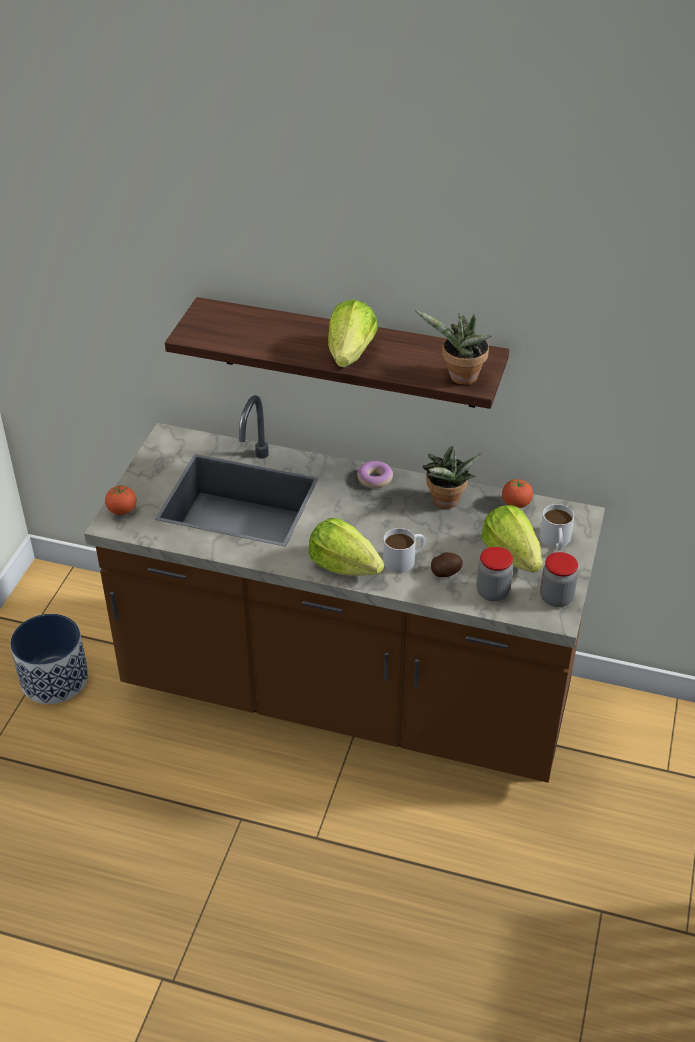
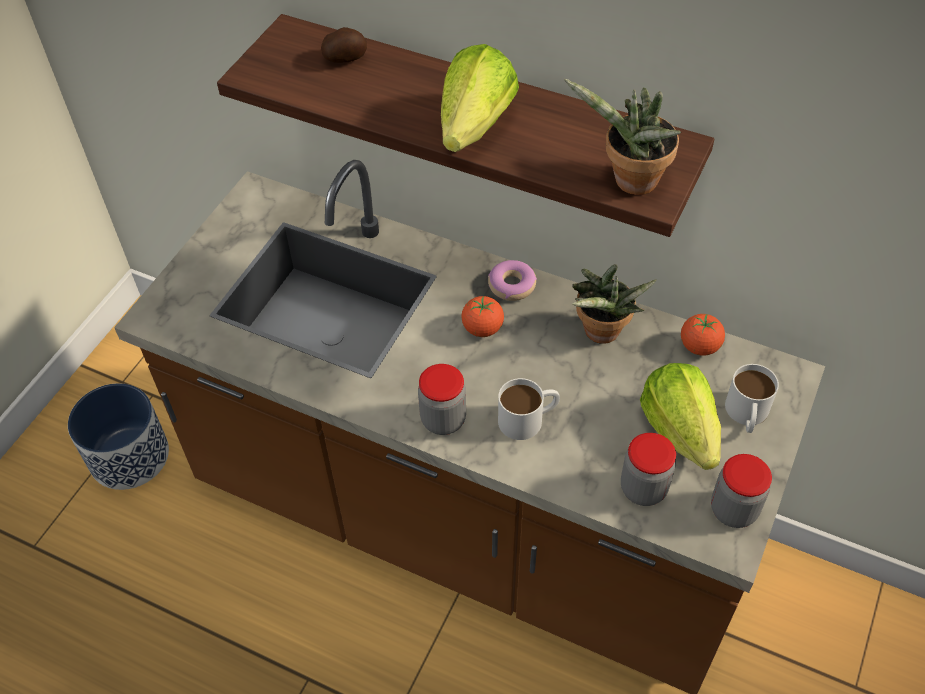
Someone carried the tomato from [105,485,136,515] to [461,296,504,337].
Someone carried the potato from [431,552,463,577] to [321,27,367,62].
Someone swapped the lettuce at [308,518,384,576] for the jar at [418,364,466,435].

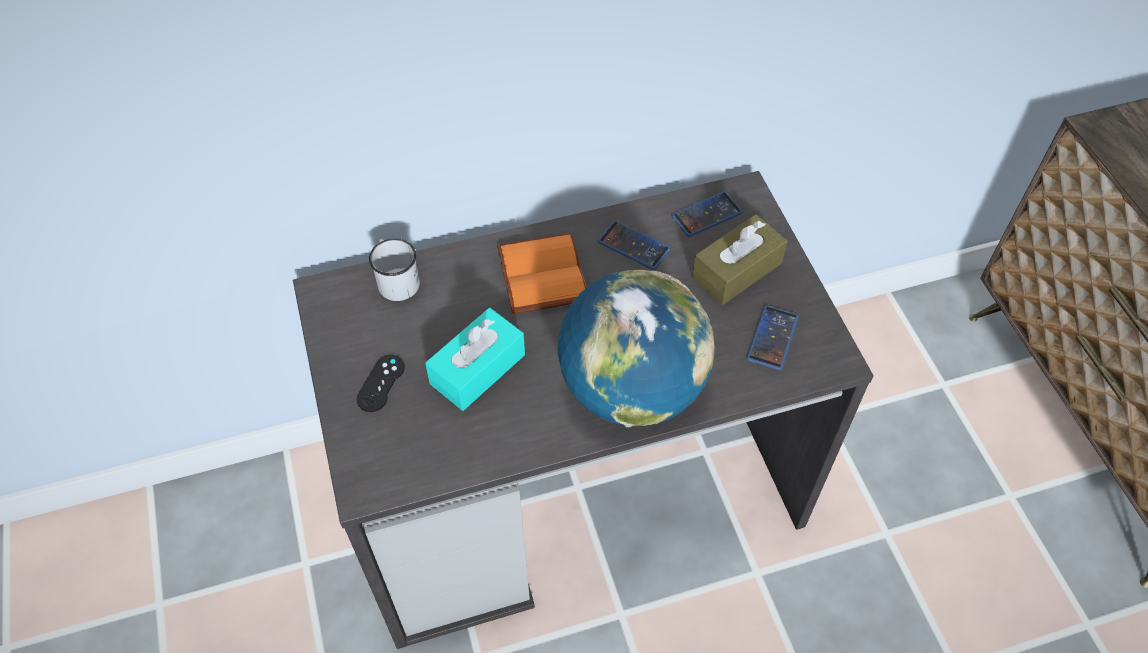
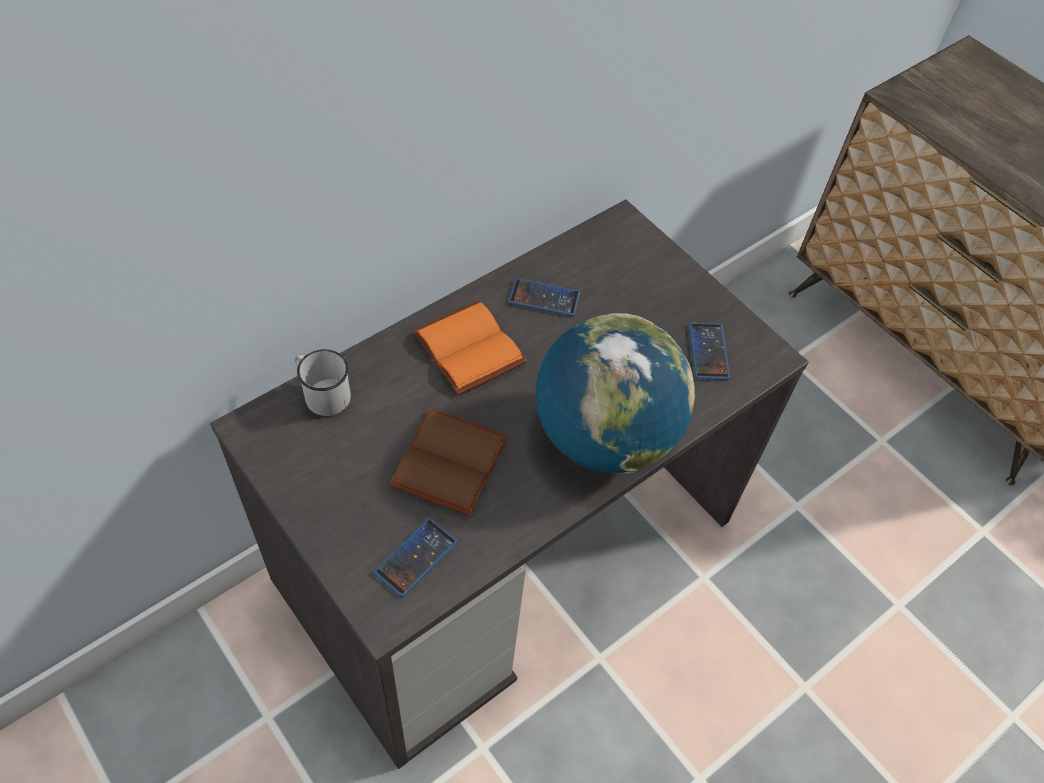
Someone took away the black game controller at [356,355,405,412].
Someone took away the brown tissue box at [692,215,788,305].
Someone carried the phone from [671,191,743,237] to [373,518,458,598].
Someone swapped the turquoise tissue box at [425,308,525,411] for the brown book at [389,409,508,516].

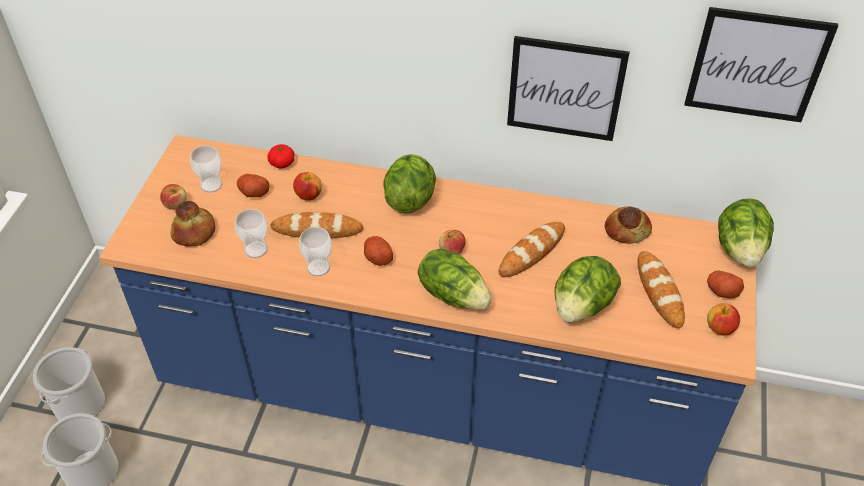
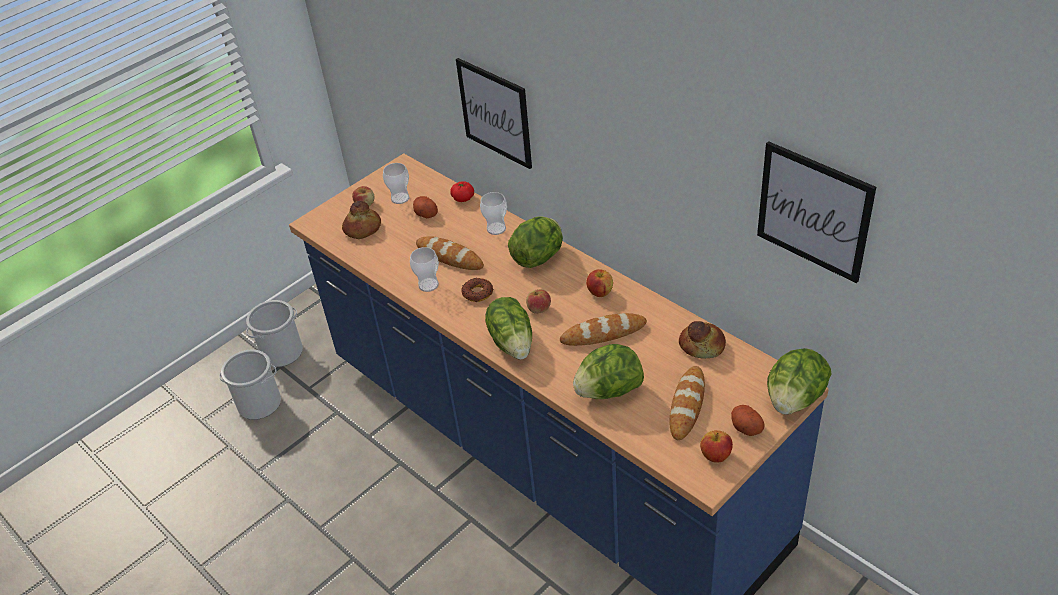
Someone carried the cup from [235,209,268,258] to [480,192,507,235].
Someone carried the apple from [293,172,322,201] to [586,269,613,297].
Someone carried the picture from [507,36,630,141] to [456,58,532,169].
Someone swapped the potato at [364,236,393,266] for the donut at [461,278,493,302].

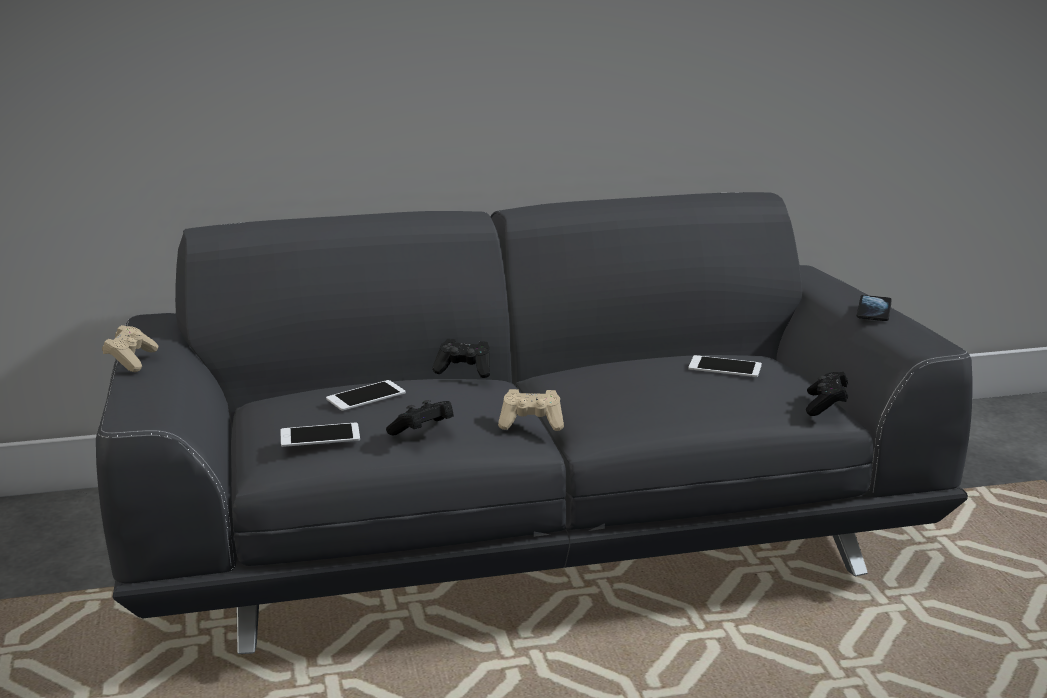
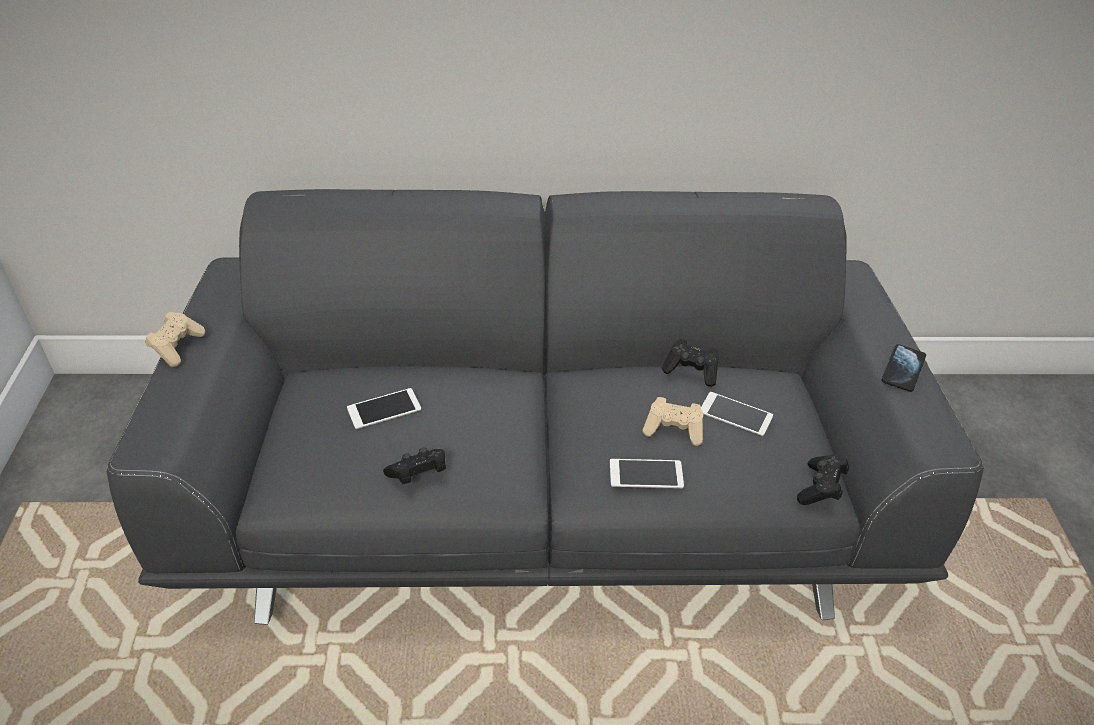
Someone carried the phone from [280,423,360,447] to [610,459,684,488].
Someone carried the black game controller from [432,339,490,378] to [662,339,719,387].
Someone carried the beige game controller from [498,389,564,431] to [642,397,703,446].

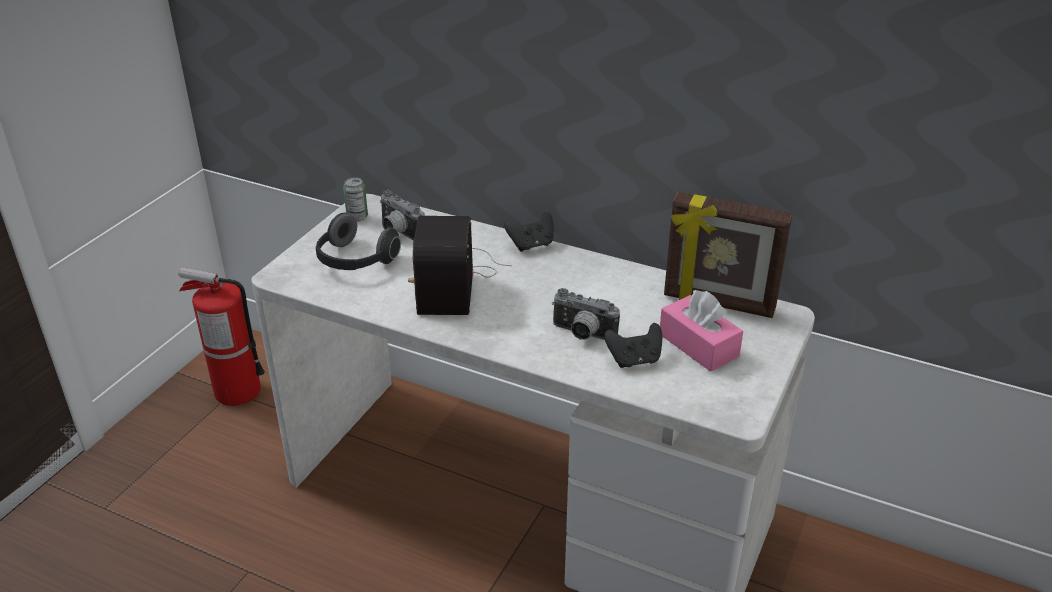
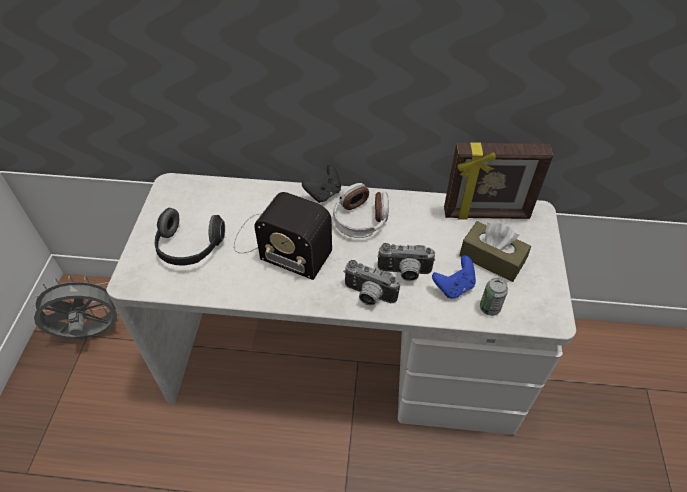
Someone put down the headphones at [333,183,389,238].
Someone carried the can from [343,177,368,221] to [480,278,508,316].
Someone carried the photo camera from [379,190,425,240] to [343,260,400,306].
Someone swapped the fire extinguisher at [178,267,265,406] for the grey fan at [30,276,117,339].
Someone repainted the black game controller at [604,323,662,368], which became the blue game controller at [432,255,476,299].
Someone repainted the pink tissue box at [660,290,743,372], which became the brown tissue box at [459,221,531,282].
Someone rotated the radio at [408,216,512,315] by 45 degrees counterclockwise.

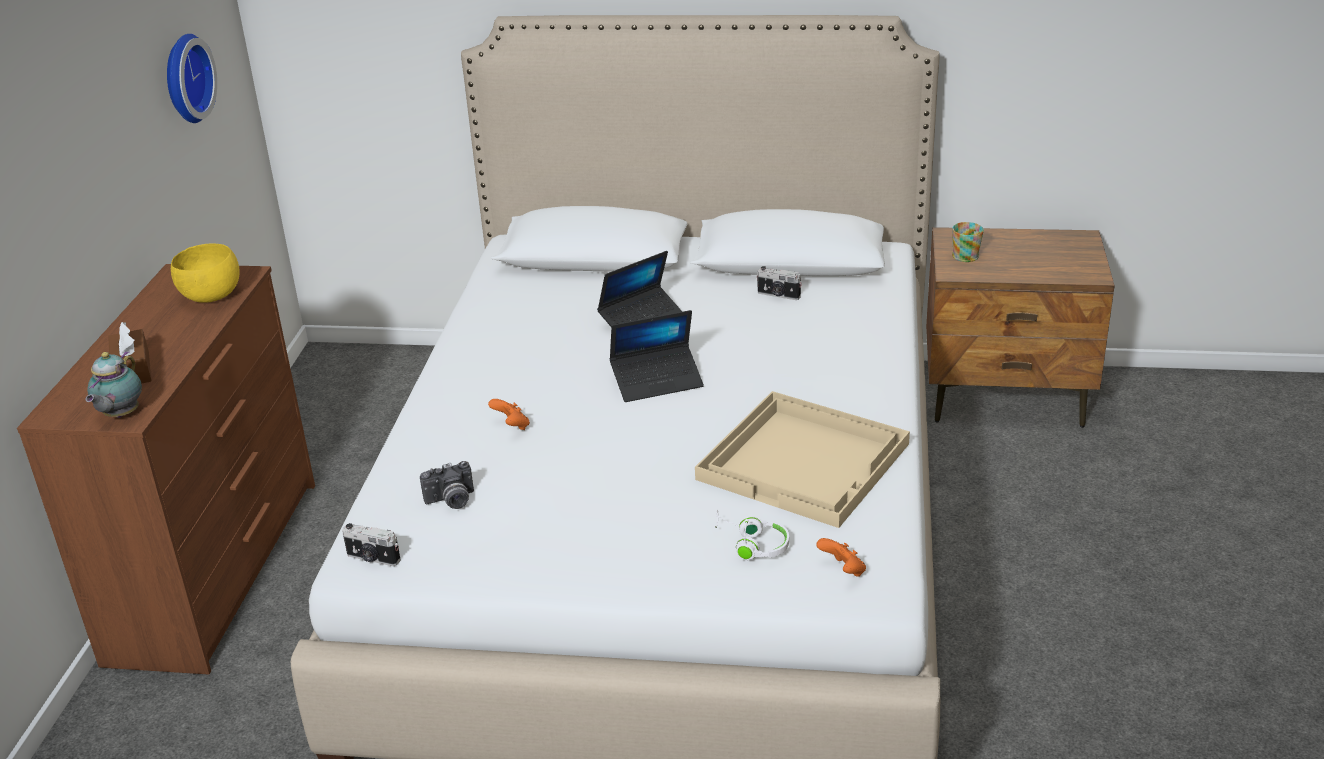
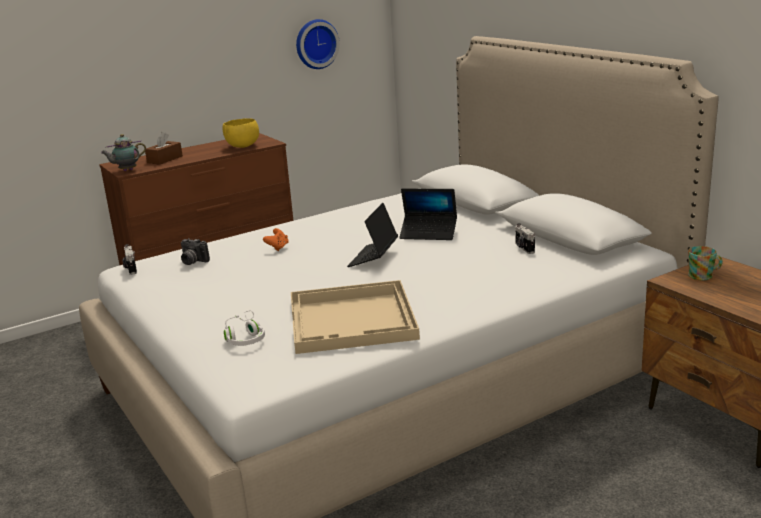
Someone took away the orange game controller at [816,538,866,577].
Someone rotated the laptop at [610,310,704,402] by 75 degrees clockwise.

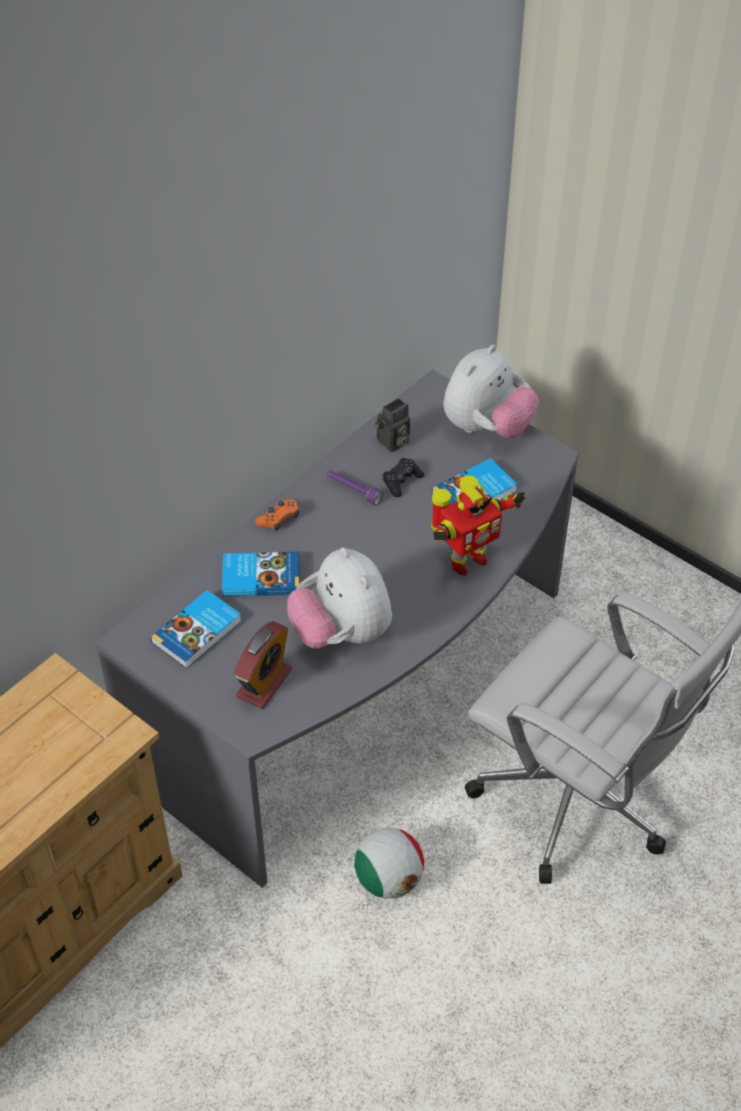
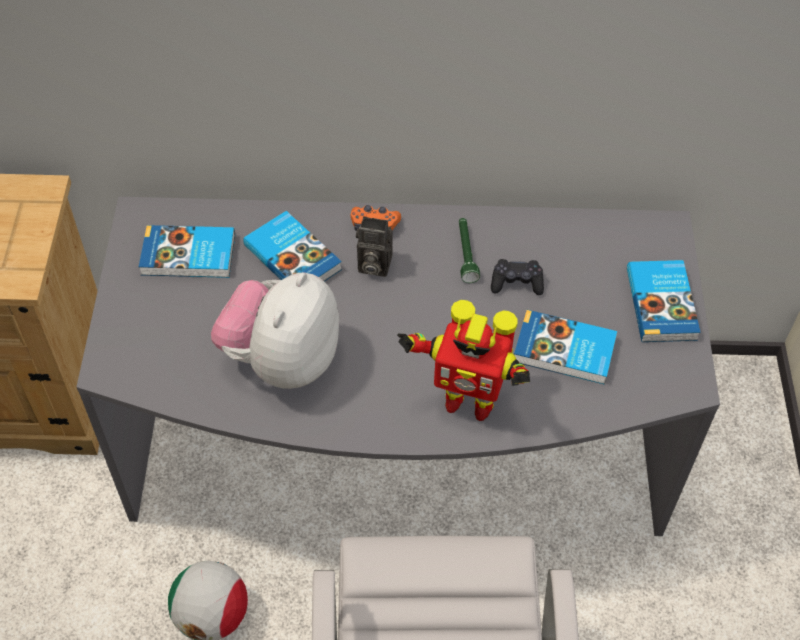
Someone took away the alarm clock at [234,621,292,709].
Someone carried the photo camera from [375,398,410,452] to [356,216,393,277].
Someone swapped the plush toy at [443,345,539,438] for the book at [627,260,701,342].
Someone repainted the purple flashlight at [327,470,383,505], which became the green flashlight at [459,218,480,283].

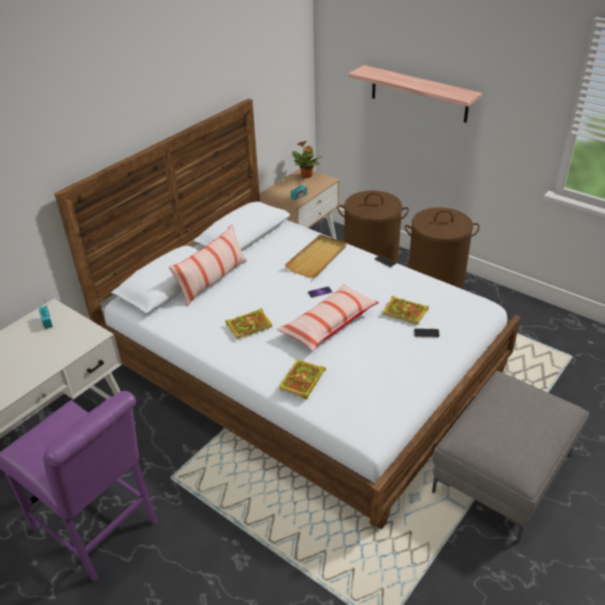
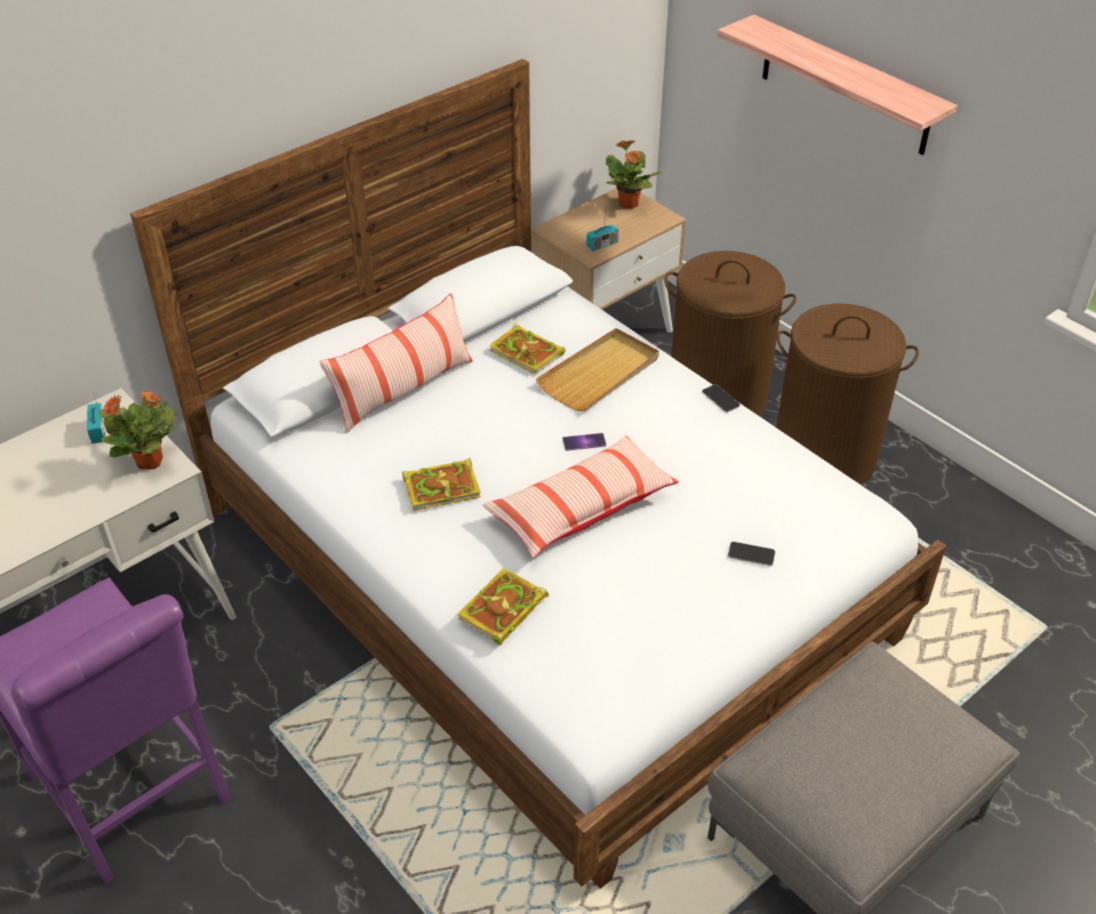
Someone put down the potted plant at [99,391,177,470].
Someone carried the book from [382,296,429,325] to [489,324,565,375].

